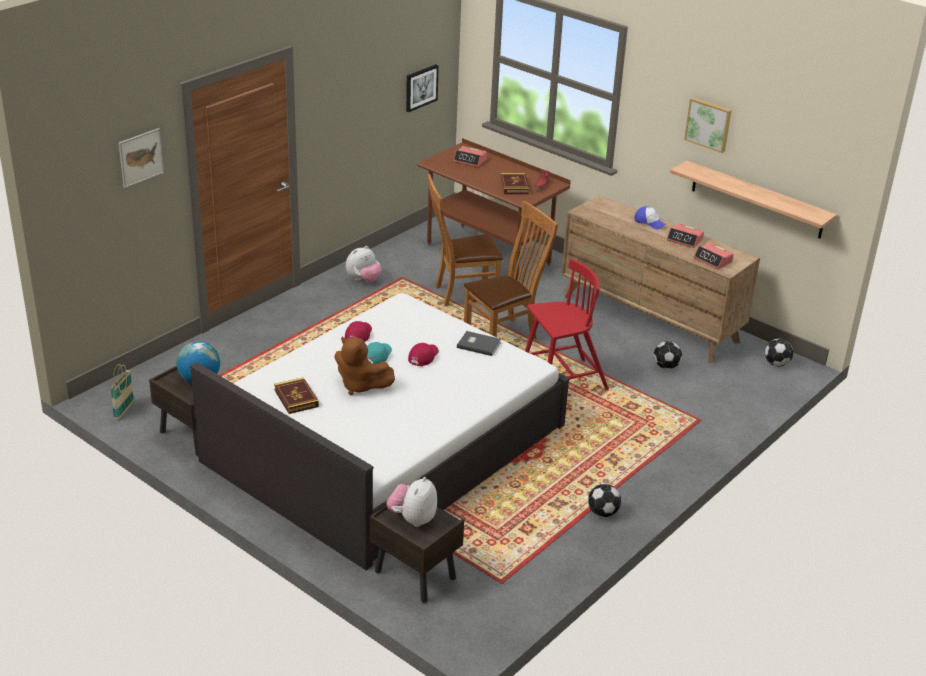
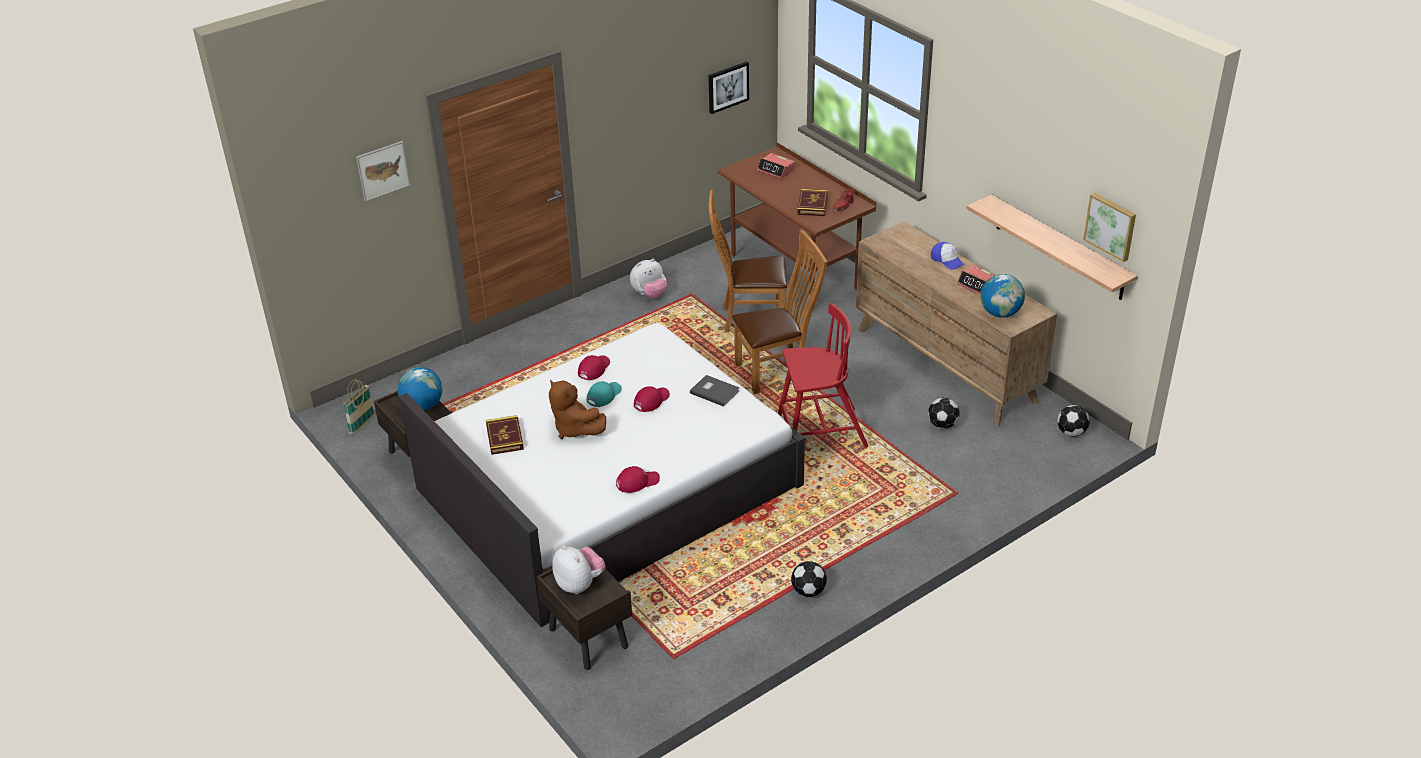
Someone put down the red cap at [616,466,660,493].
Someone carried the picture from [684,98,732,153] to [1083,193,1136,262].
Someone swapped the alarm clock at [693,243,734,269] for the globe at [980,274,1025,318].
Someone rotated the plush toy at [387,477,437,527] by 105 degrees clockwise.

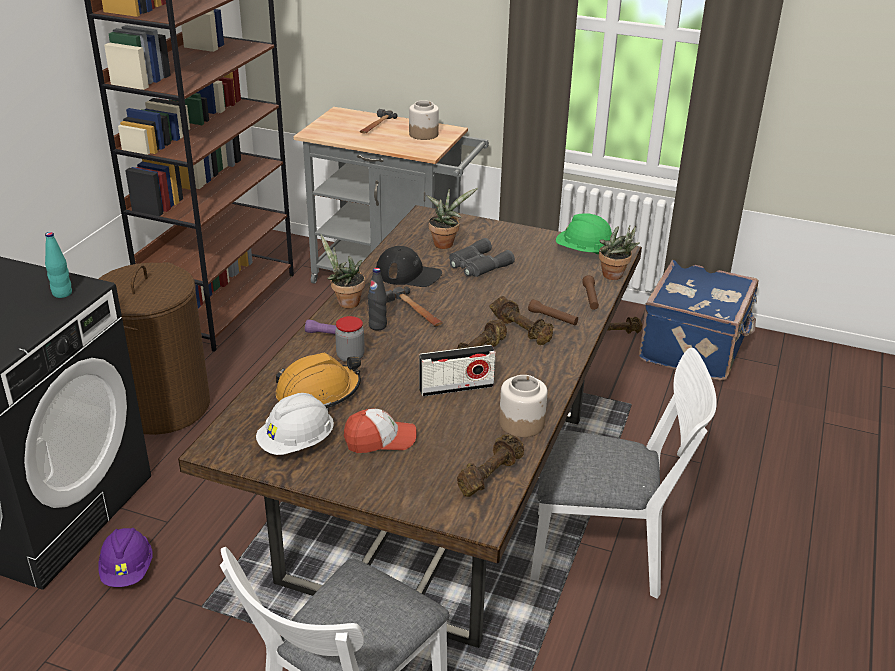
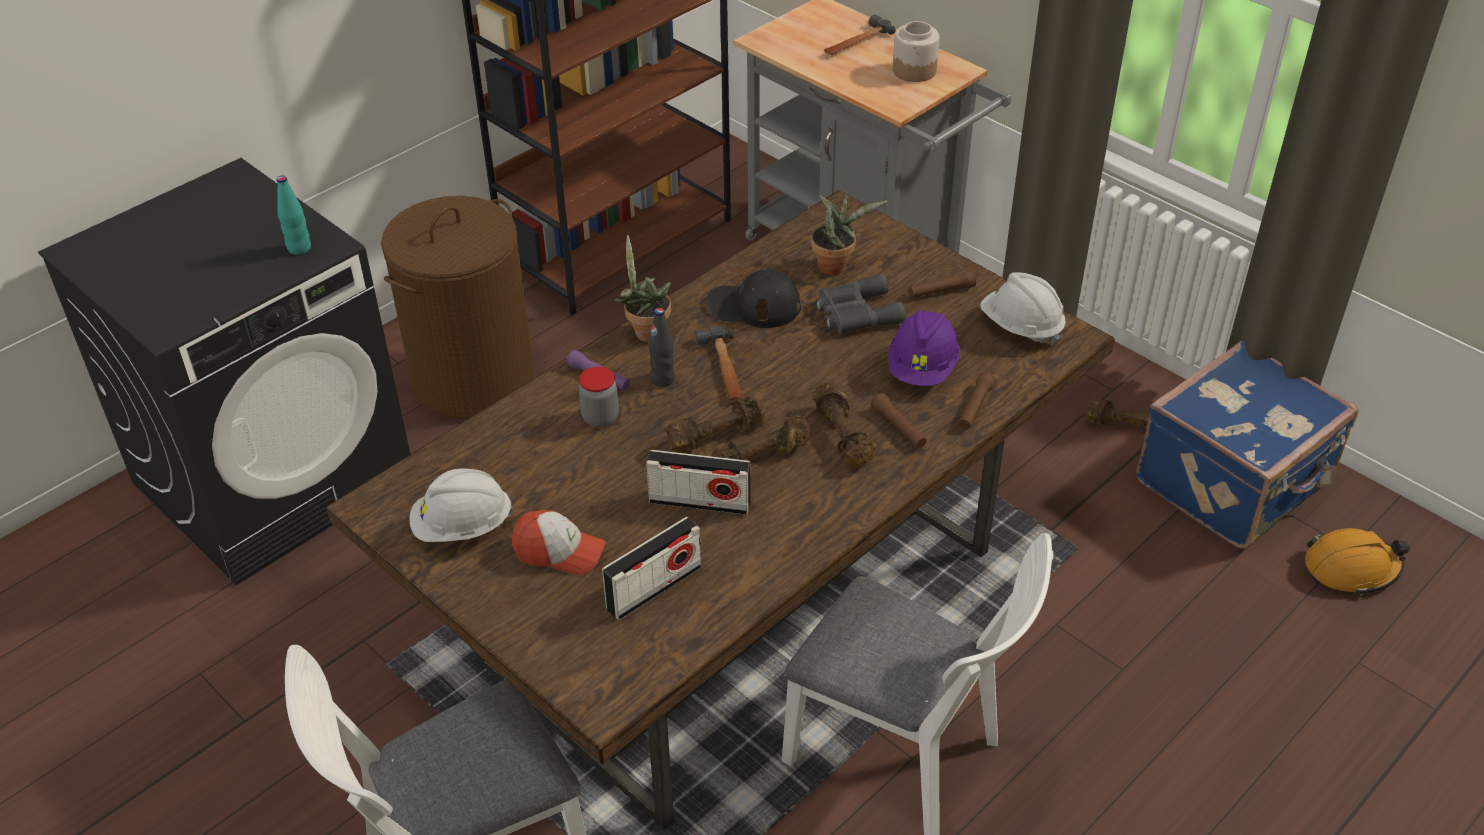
Someone took away the jar at [499,375,548,437].
Someone took away the potted plant at [599,225,640,280].
Someone put down the radio at [602,517,701,620].
Someone put down the brown flashlight at [909,271,976,298].
Someone carried the purple hard hat from [99,528,153,587] to [888,310,960,386].
Someone carried the orange hard hat from [276,353,361,410] to [1305,528,1410,596].
Someone carried the brown dumbbell from [457,434,524,497] to [667,395,765,453].
Someone repainted the green hard hat at [556,213,612,255], which became the white hard hat at [980,272,1066,345].
Someone rotated the black cap at [376,246,442,287] by 150 degrees clockwise.

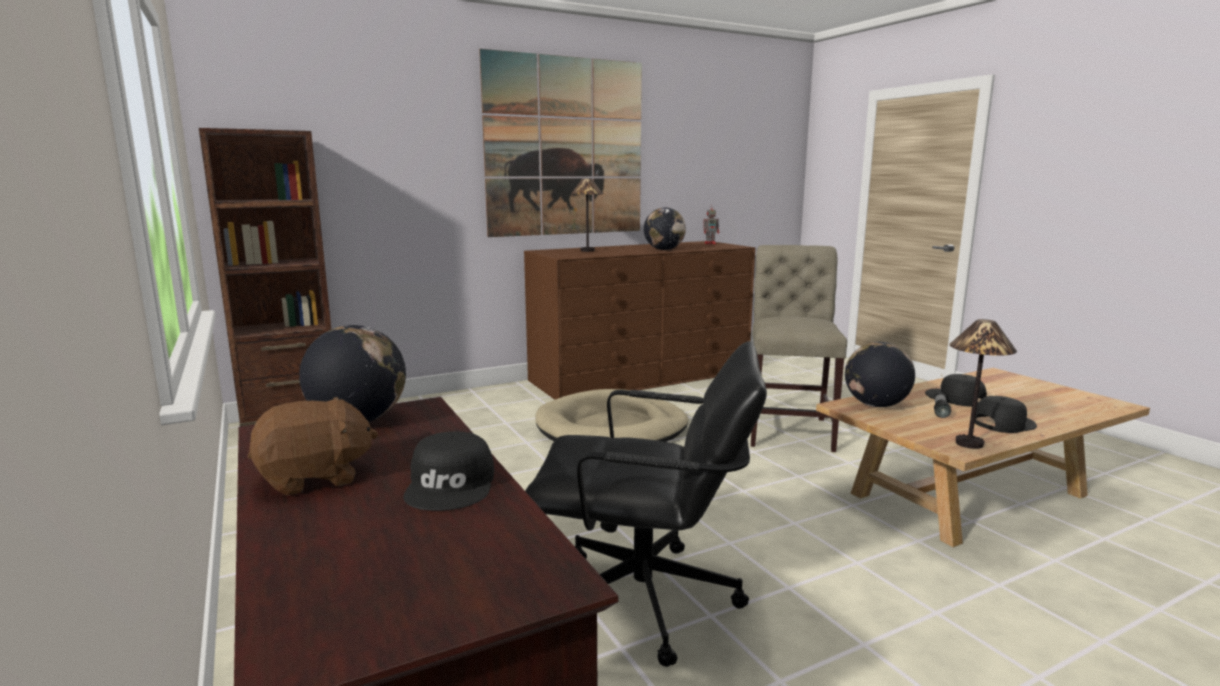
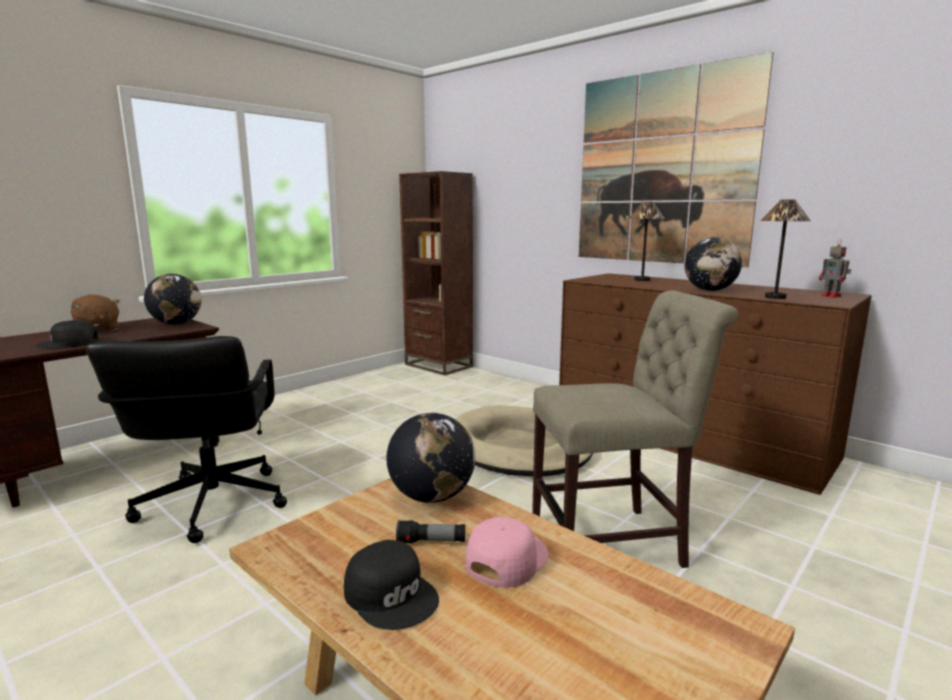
Someone carried the table lamp from [949,319,1017,449] to [760,199,811,299].
Someone repainted the black cap at [925,374,987,407], which became the pink cap at [465,517,548,588].

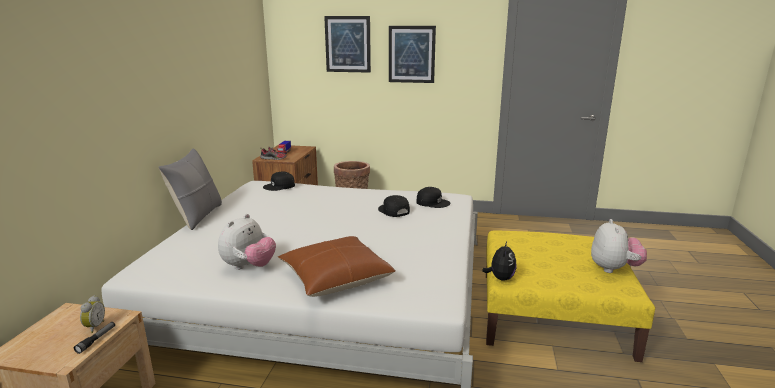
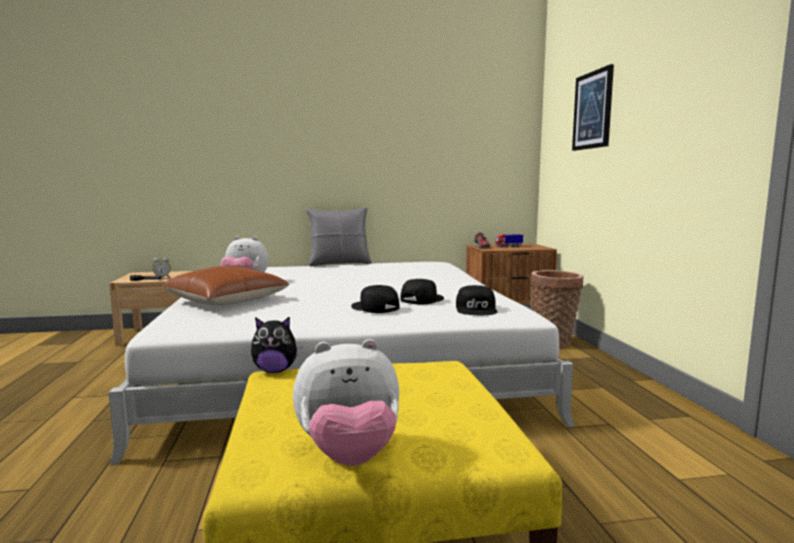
Someone took away the picture at [389,26,436,83].
Someone carried the black cap from [263,172,295,191] to [351,285,400,313].

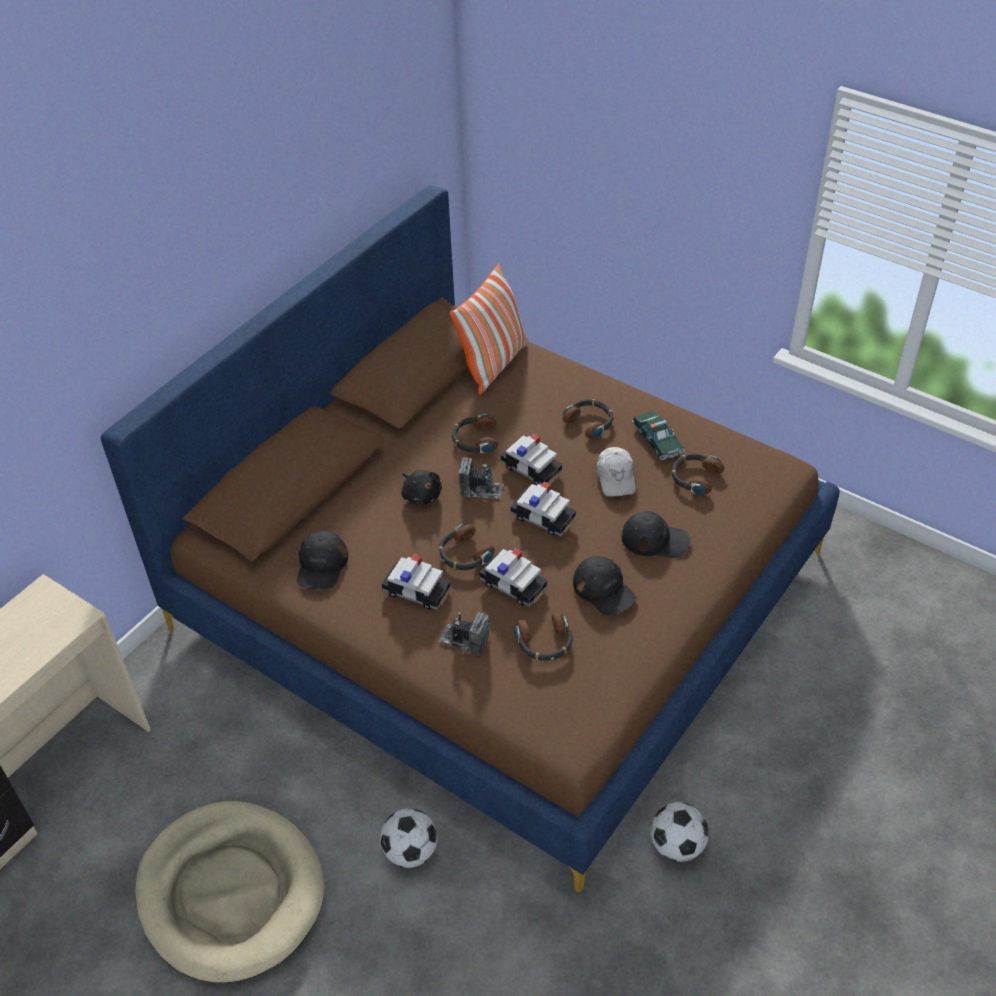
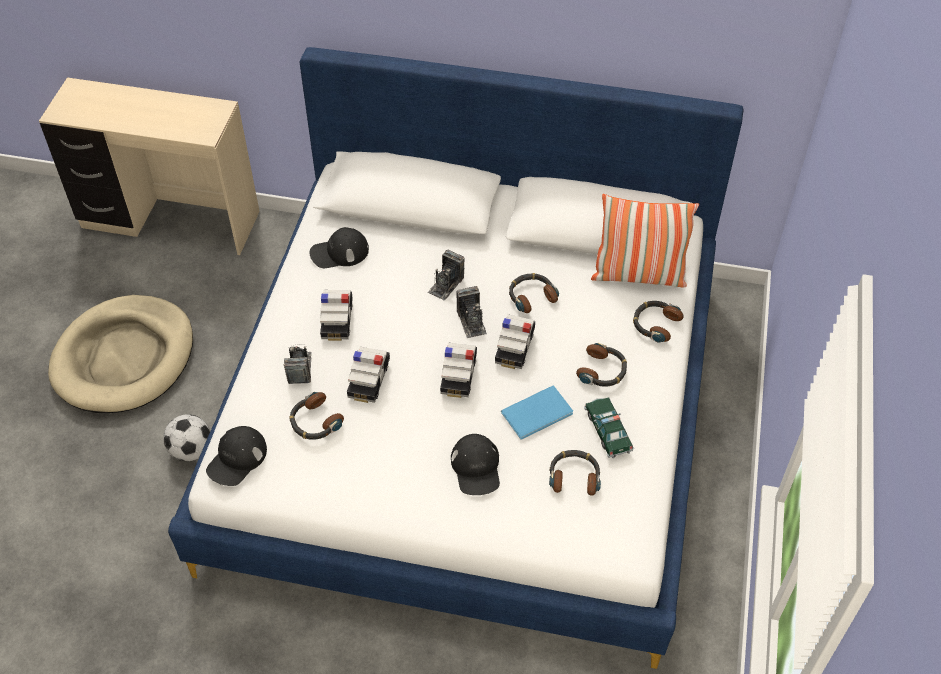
Someone took away the football at [651,802,709,862].
Someone carried the headphones from [439,524,495,570] to [633,301,684,343].
Someone carried the black cap from [573,556,636,616] to [206,426,267,486].
Someone swapped the black plush toy at [401,470,442,505] for the photo camera at [428,250,465,301].
Someone swapped the white cap at [596,447,636,497] for the blue book at [501,385,573,440].
Someone repainted the brown bed at [101,185,840,893], which became the white bed at [168,47,744,669].
Someone rotated the toy car at [632,411,685,460] by 120 degrees clockwise.

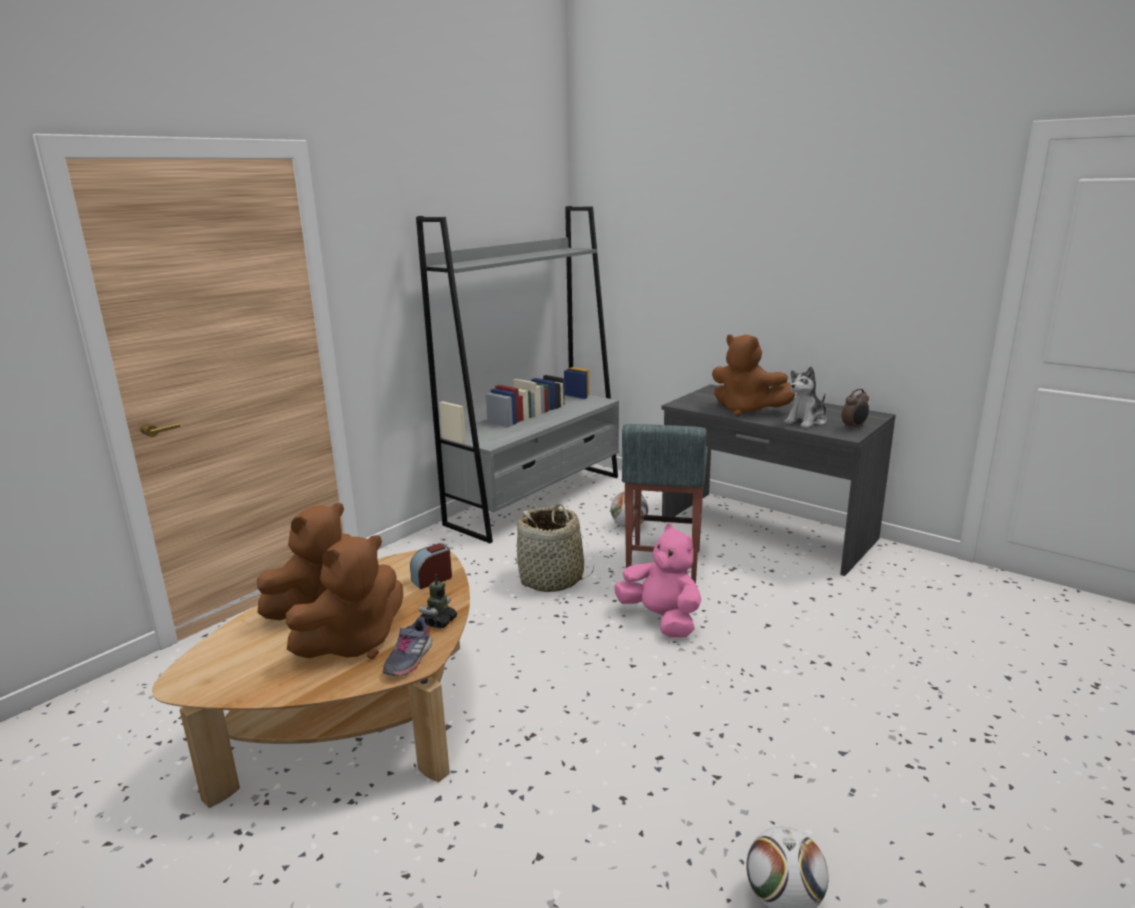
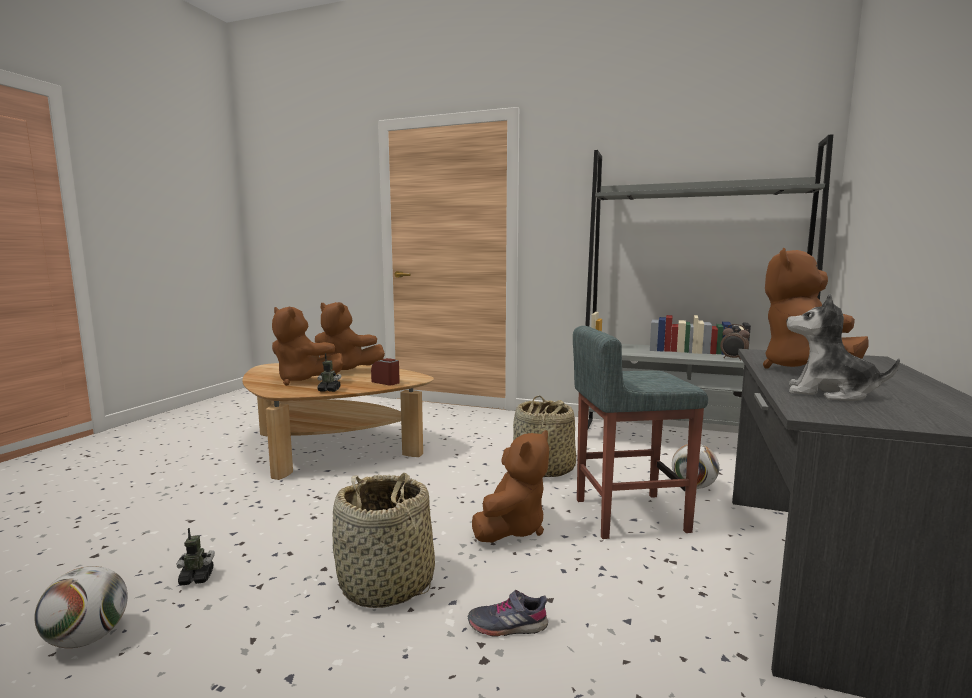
Someone put down the toy robot at [177,528,215,586].
Someone put down the basket at [332,473,435,608].
Someone carried the grey shoe from [383,617,432,676] to [468,590,548,637].
Someone carried the alarm clock from [842,389,869,430] to [720,324,750,360].
Someone repainted the pink plush toy at [615,524,701,638], which became the brown plush toy at [472,430,549,543].

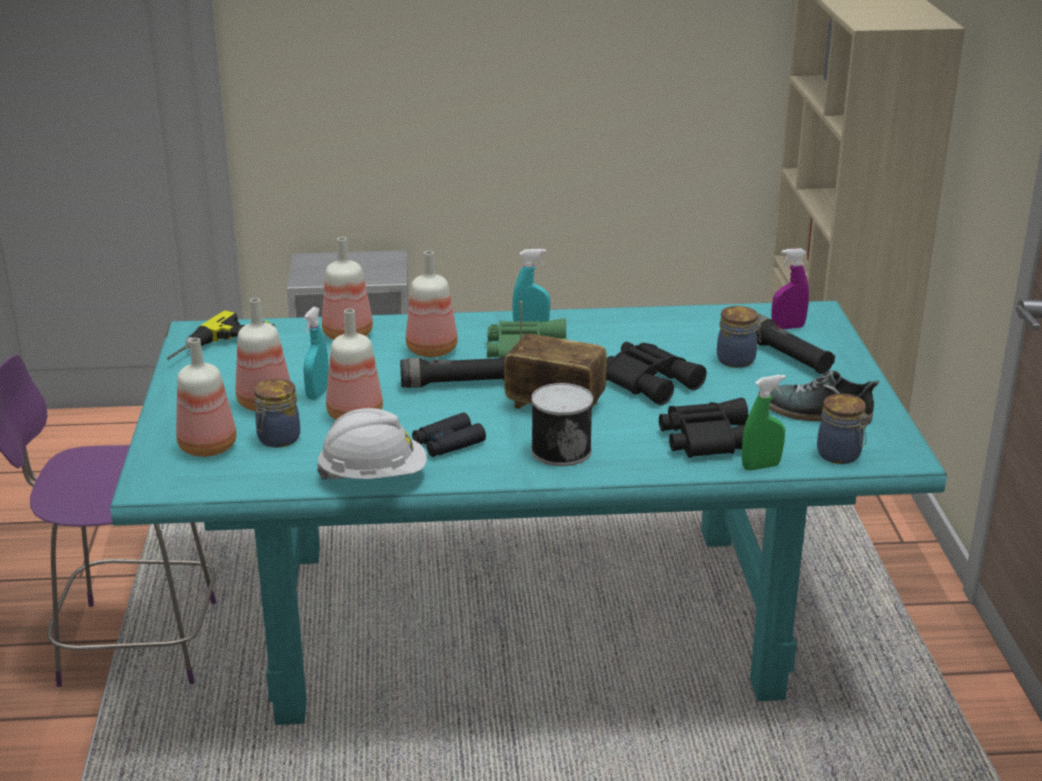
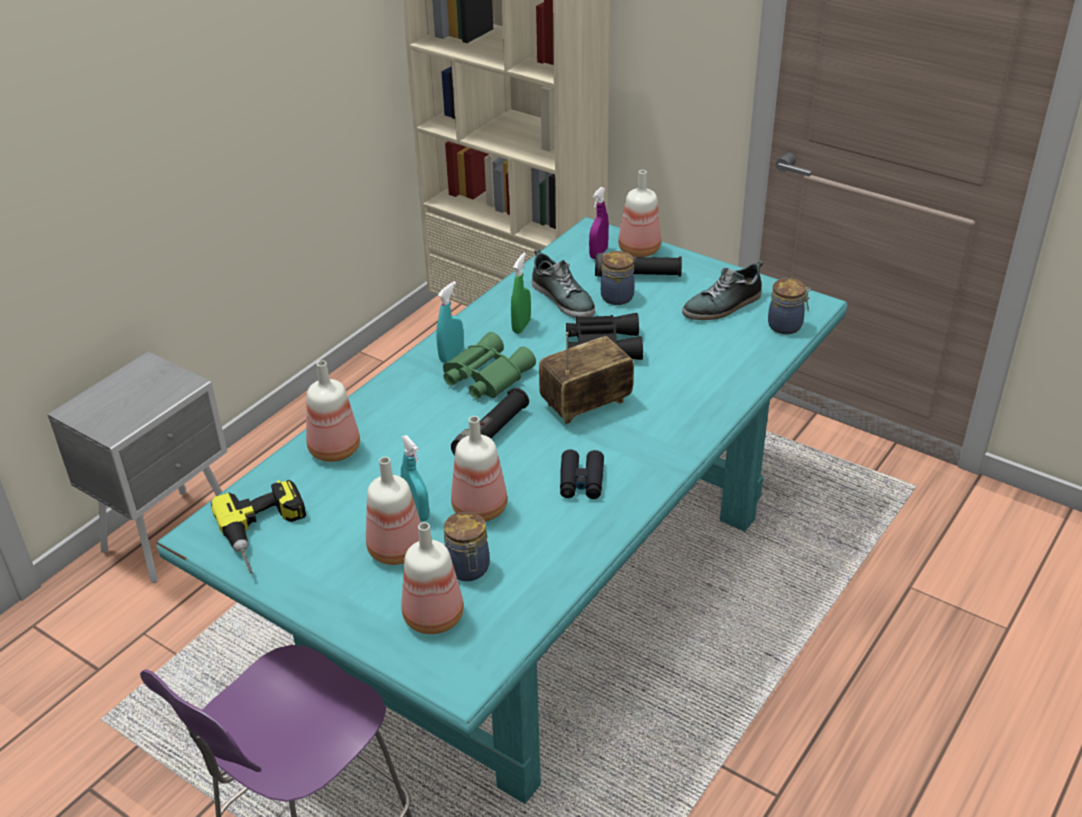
Someone took away the white hard hat at [317,408,427,481].
Someone took away the can at [531,383,593,466].
Someone took away the black binoculars at [659,398,748,458].
Someone put down the shoe at [532,249,595,318].
Someone carried the bottle from [406,251,458,357] to [618,170,661,257].
Someone carried the green spray bottle from [742,375,786,470] to [511,253,531,334].

